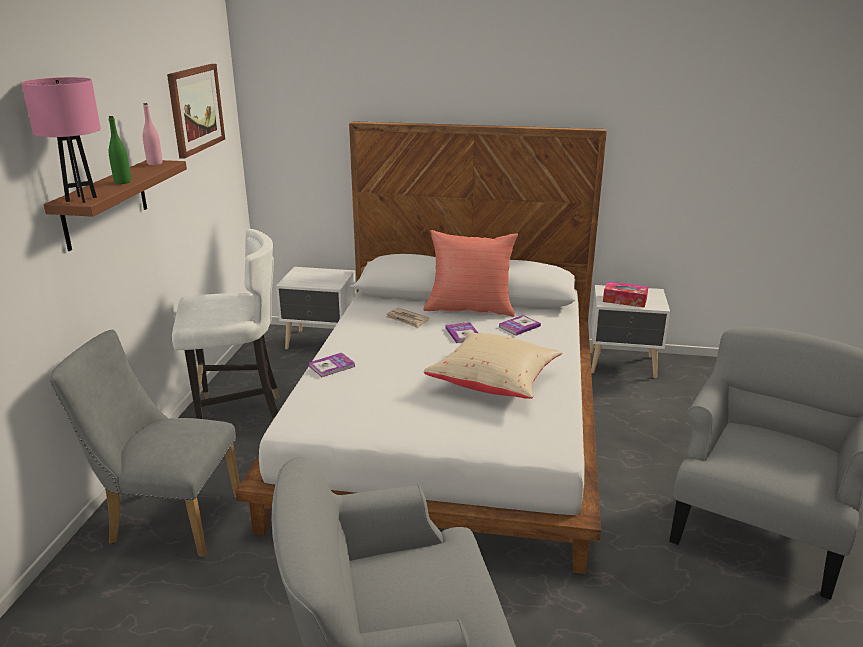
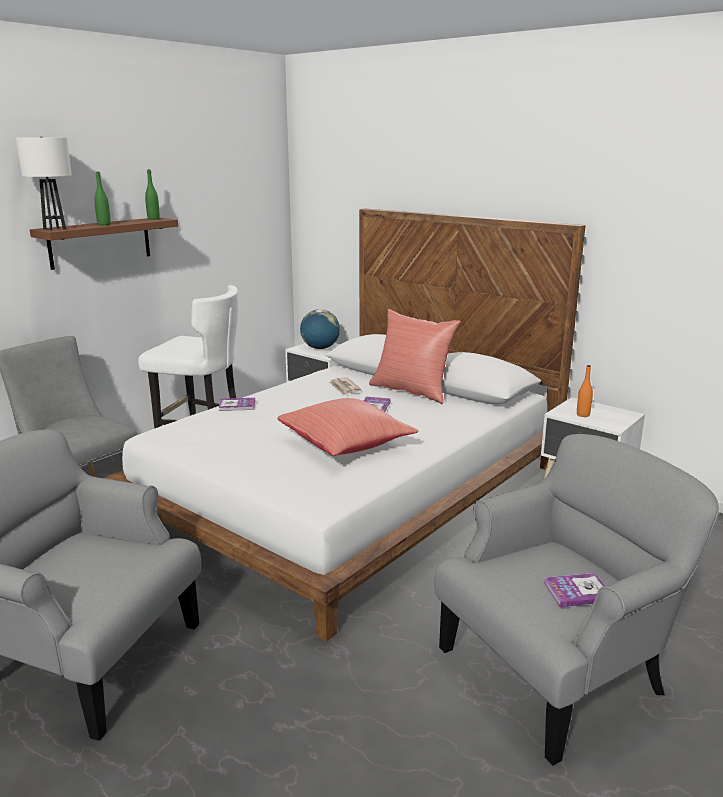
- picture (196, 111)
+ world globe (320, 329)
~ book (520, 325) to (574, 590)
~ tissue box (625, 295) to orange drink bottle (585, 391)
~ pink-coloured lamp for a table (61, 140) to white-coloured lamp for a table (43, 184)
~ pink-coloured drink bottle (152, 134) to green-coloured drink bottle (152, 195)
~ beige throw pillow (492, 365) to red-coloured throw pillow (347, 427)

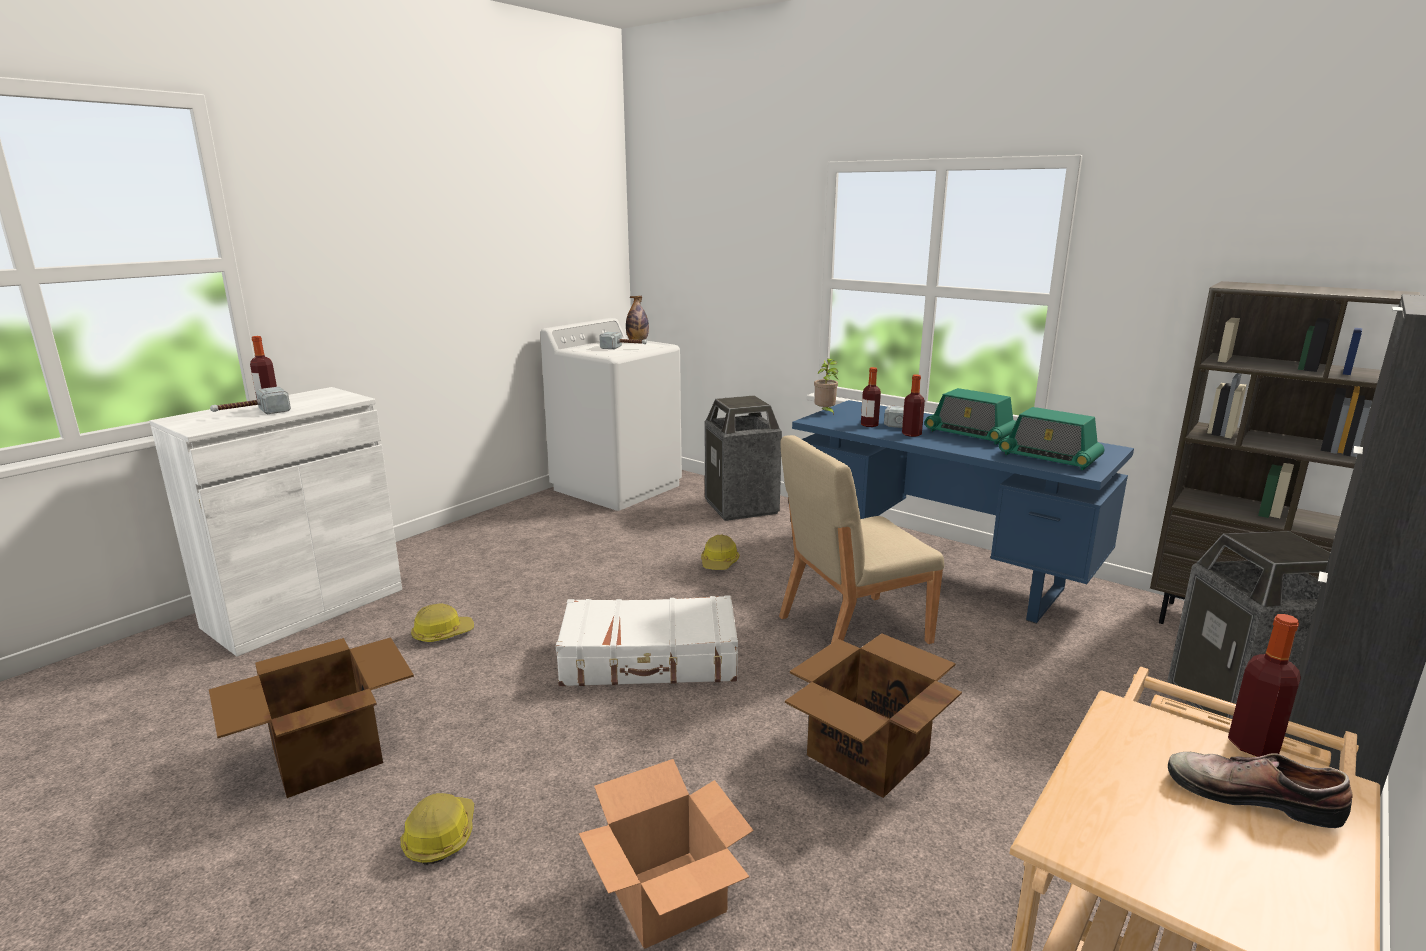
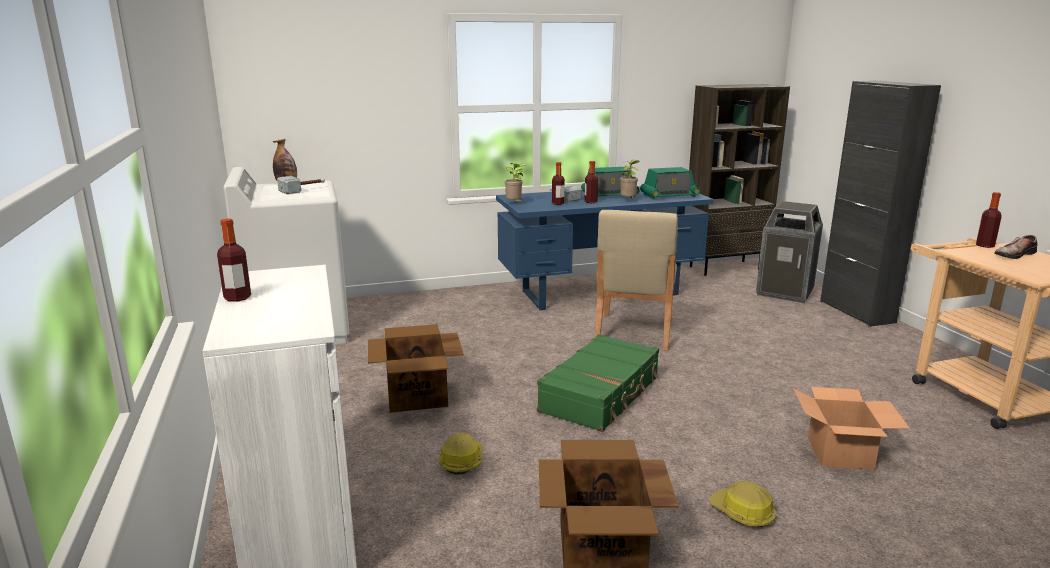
- tool hammer (250, 400)
- safety helmet (720, 552)
- rubbish bin (743, 458)
+ potted plant (630, 179)
~ carton (873, 715) to (416, 368)
~ white-coloured travel case (647, 640) to green-coloured travel case (598, 383)

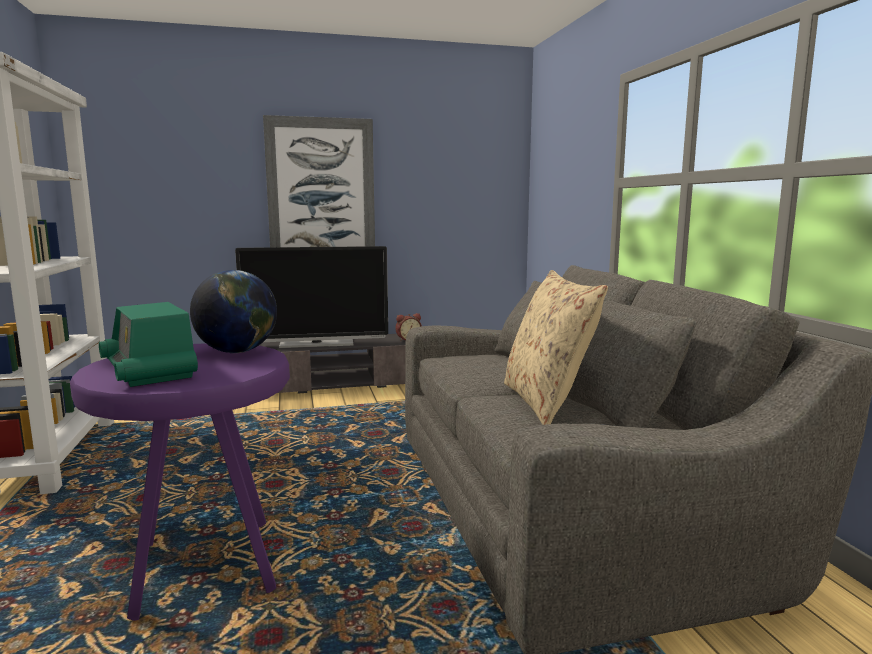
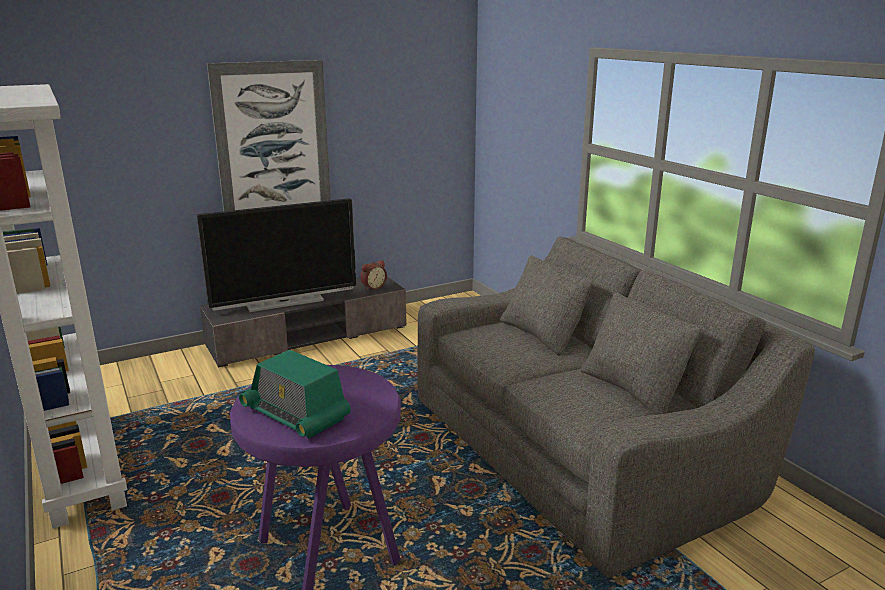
- world globe (233, 311)
- beige throw pillow (556, 347)

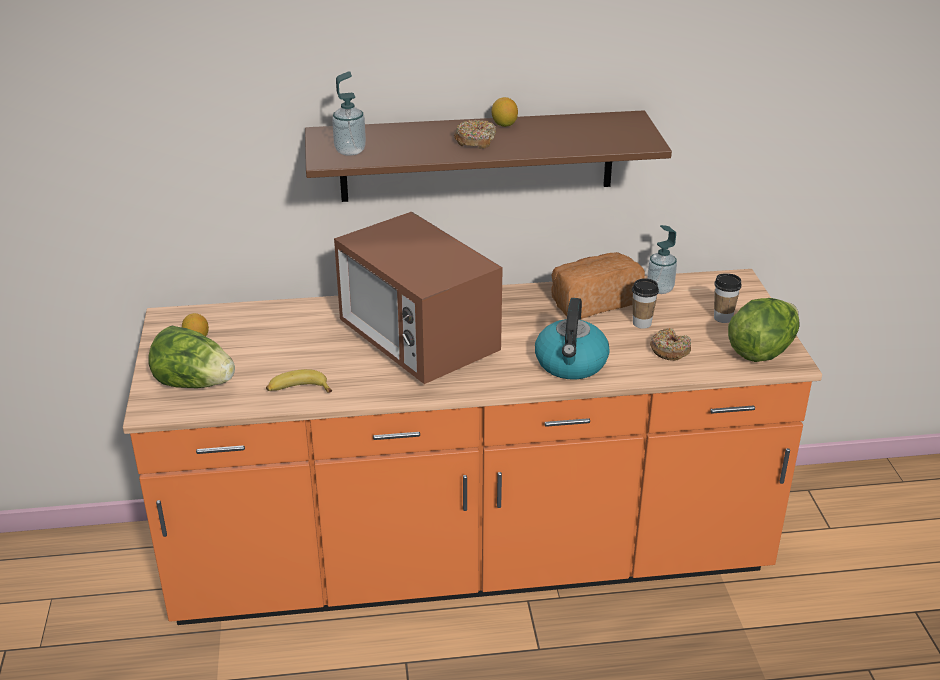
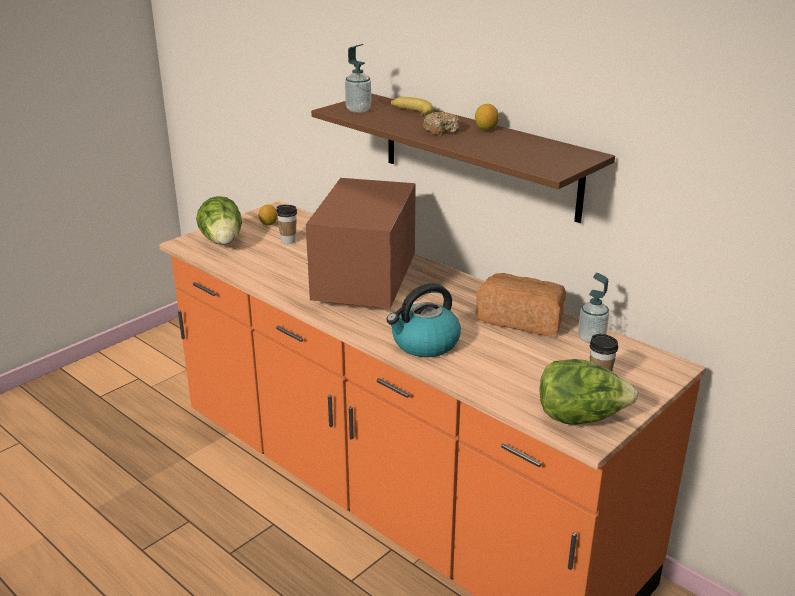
- doughnut (670, 344)
~ banana fruit (299, 381) to (412, 106)
~ small cup (645, 303) to (286, 224)

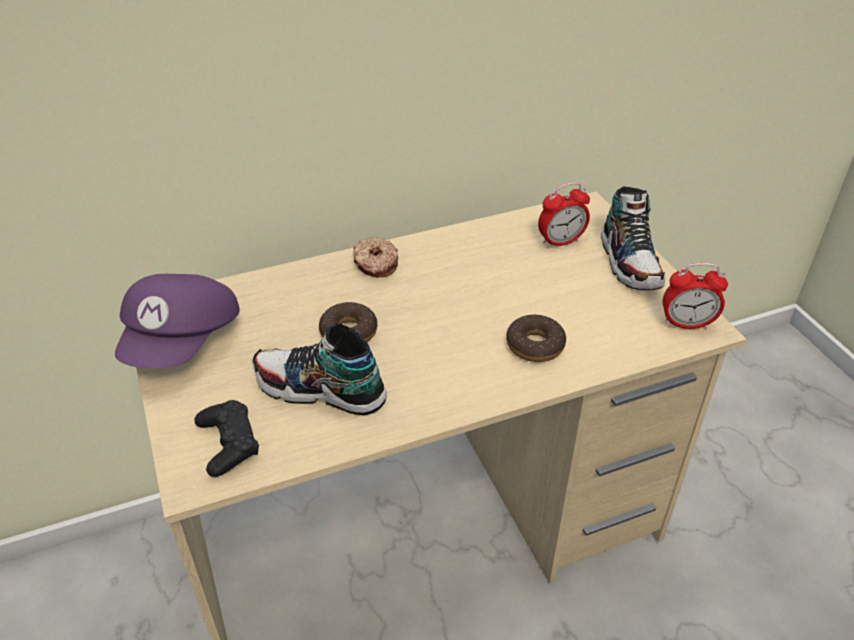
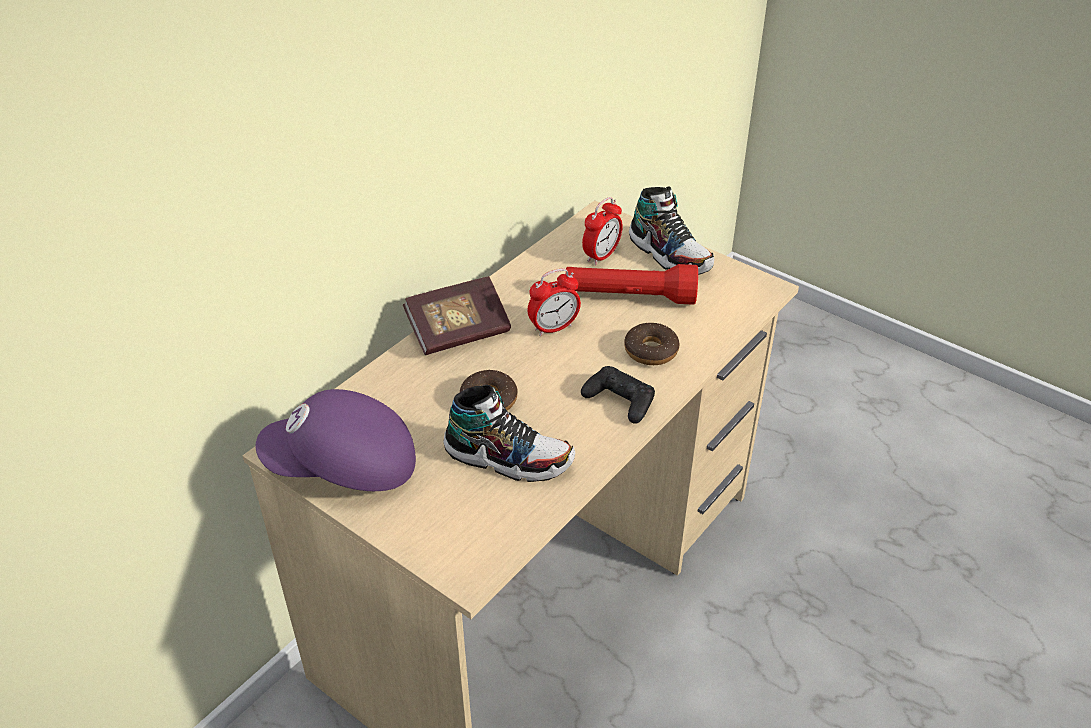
+ red-coloured flashlight (632, 284)
~ black game controller (226, 438) to (618, 395)
~ table clock (695, 296) to (554, 302)
~ doughnut (375, 257) to book (457, 315)
~ purplish baseball cap (177, 321) = (336, 440) 105 degrees clockwise
~ low shoe (319, 370) = (509, 433) 150 degrees counterclockwise

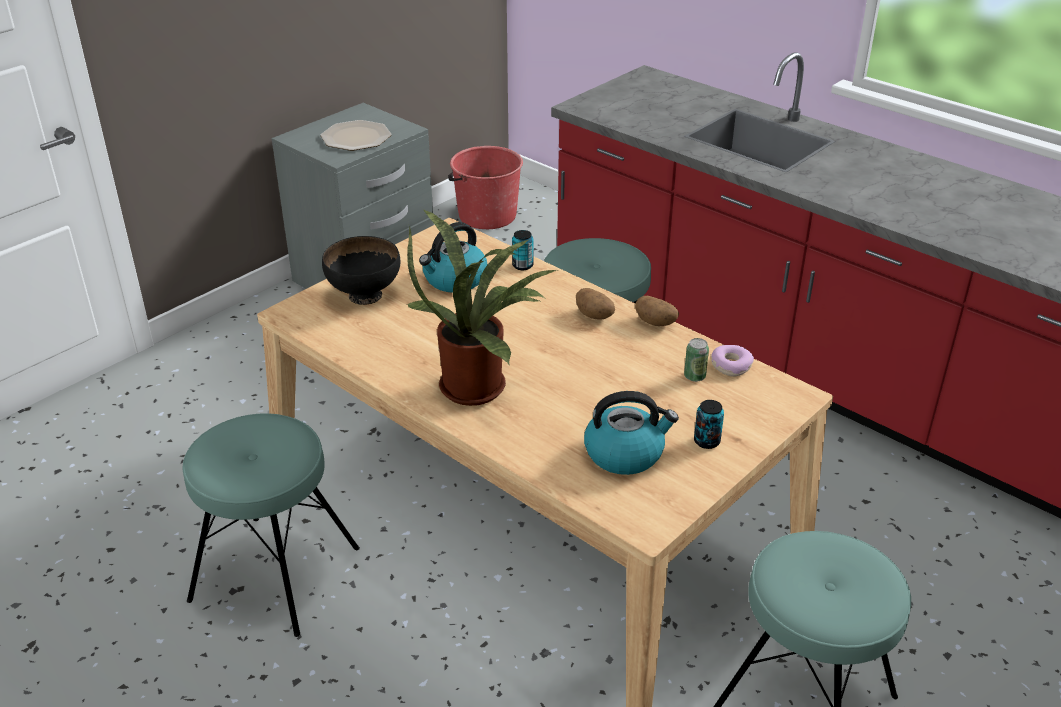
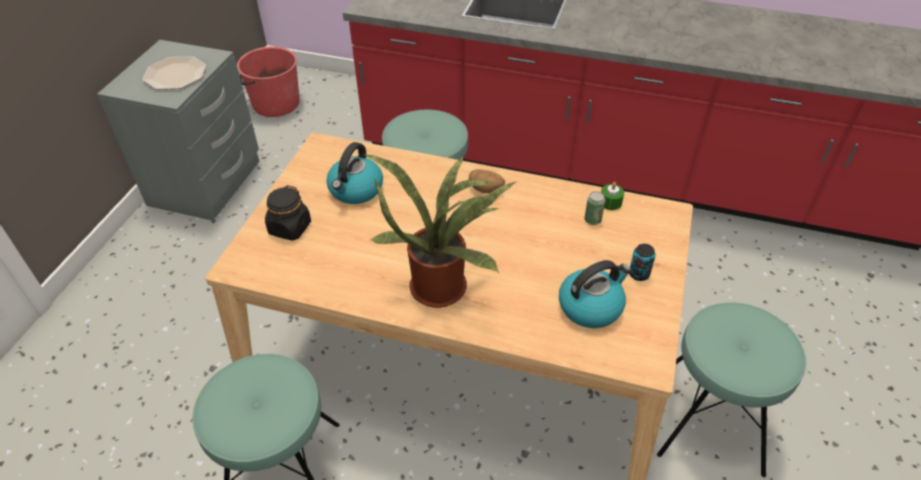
- can (523, 250)
- whole potato (657, 311)
~ black serving bowl (361, 270) to black jar (288, 213)
~ doughnut (732, 361) to green-coloured candle (612, 196)

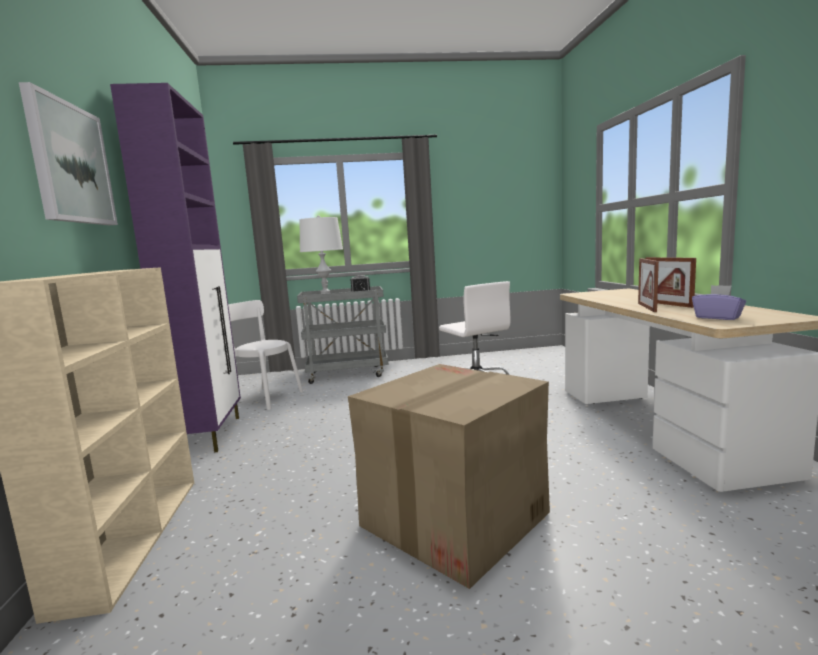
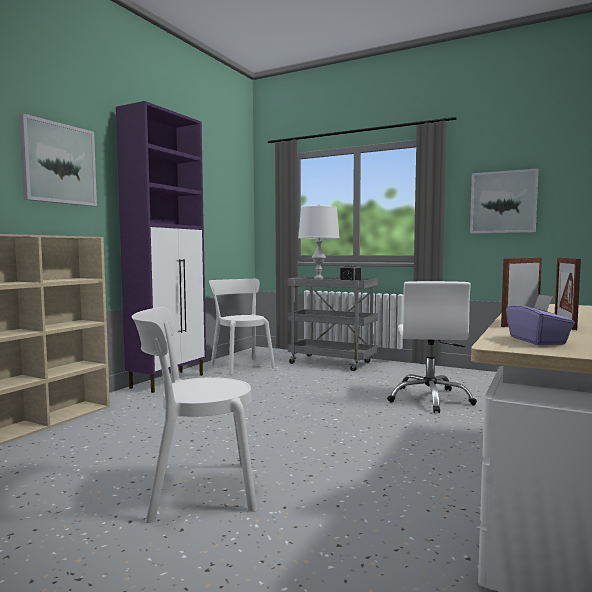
+ picture (504, 200)
~ carton (449, 476) to white-coloured chair (194, 415)

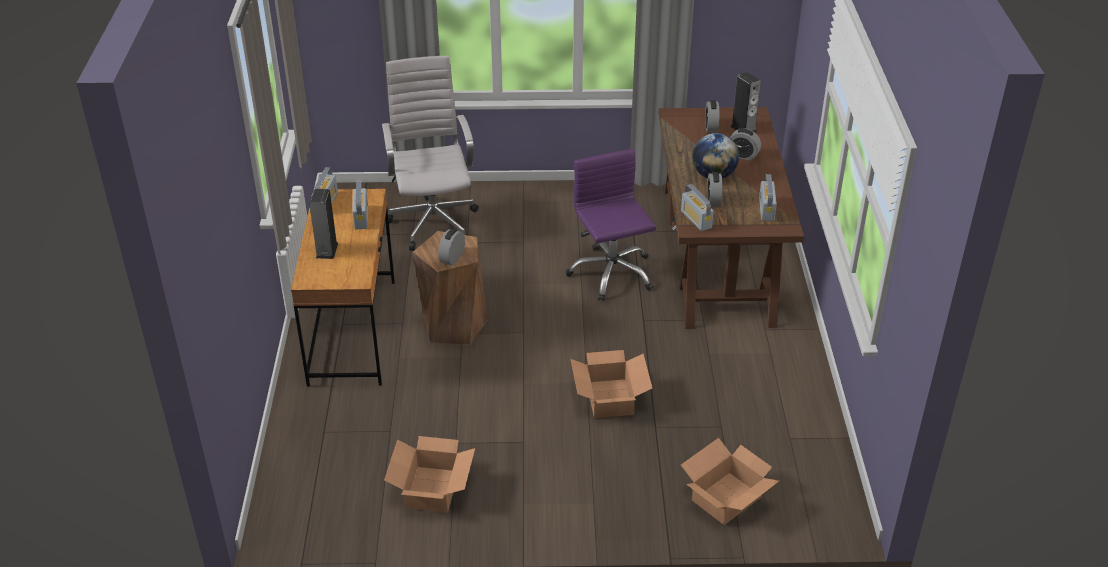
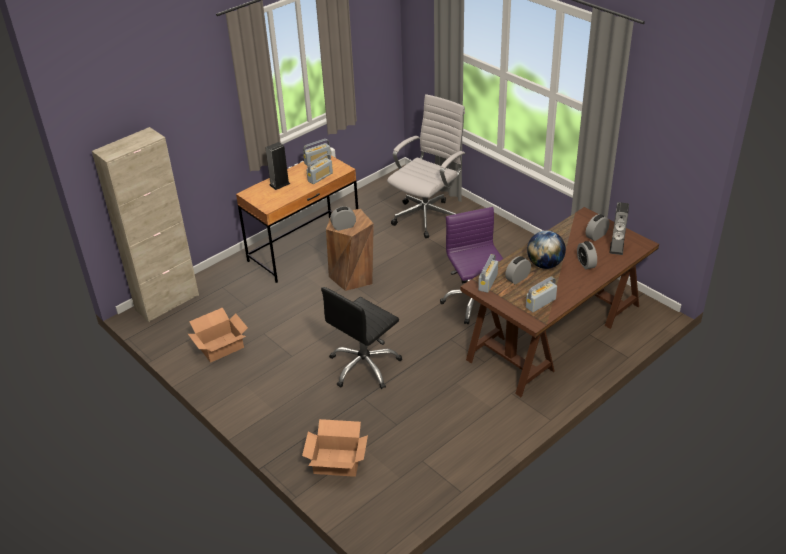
+ beige storage cabinet (145, 224)
~ carton (612, 384) to black desk chair (361, 338)
~ purplish desk chair (611, 225) = (471, 266) 45 degrees counterclockwise

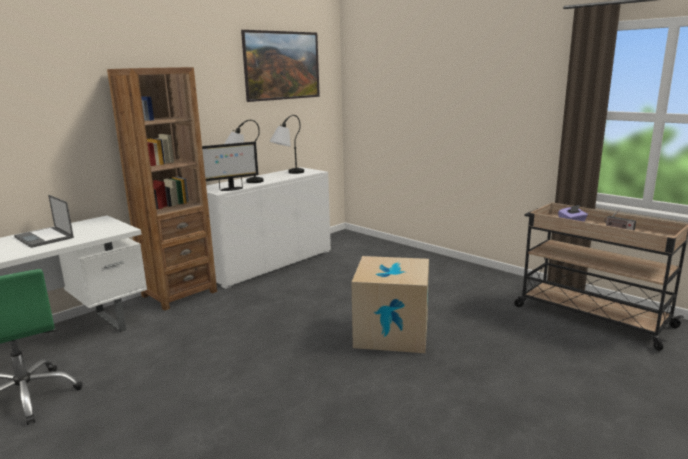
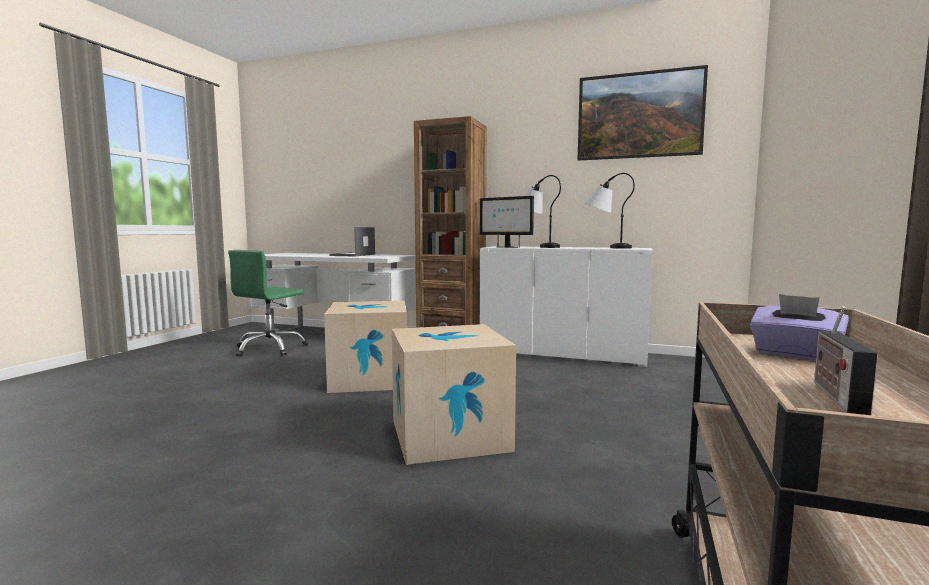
+ carton (365, 347)

